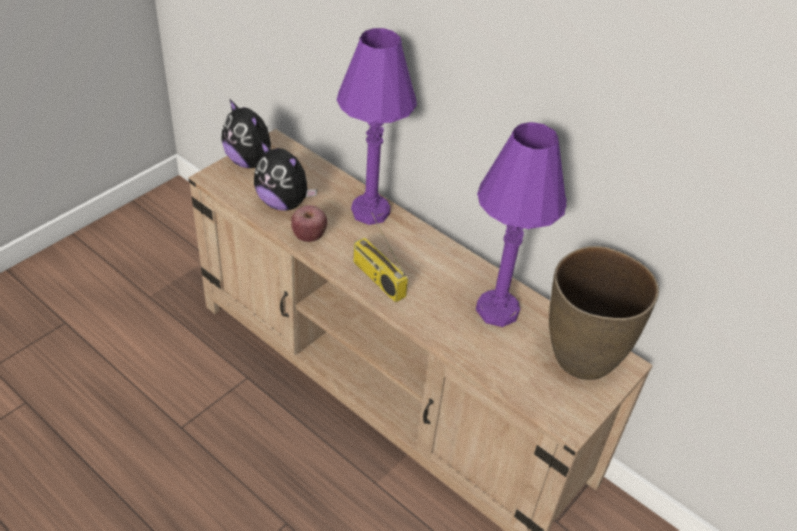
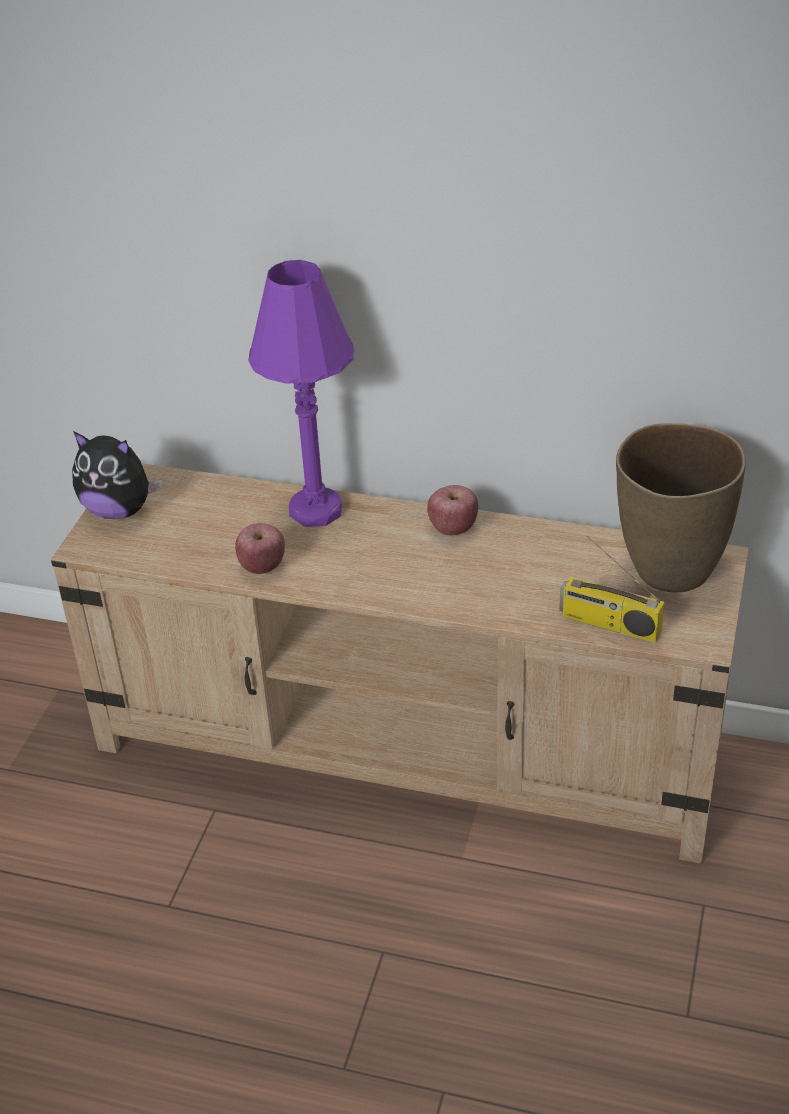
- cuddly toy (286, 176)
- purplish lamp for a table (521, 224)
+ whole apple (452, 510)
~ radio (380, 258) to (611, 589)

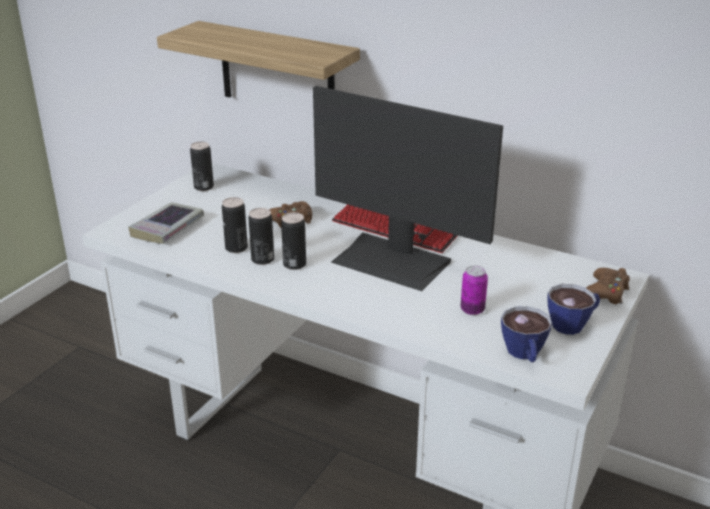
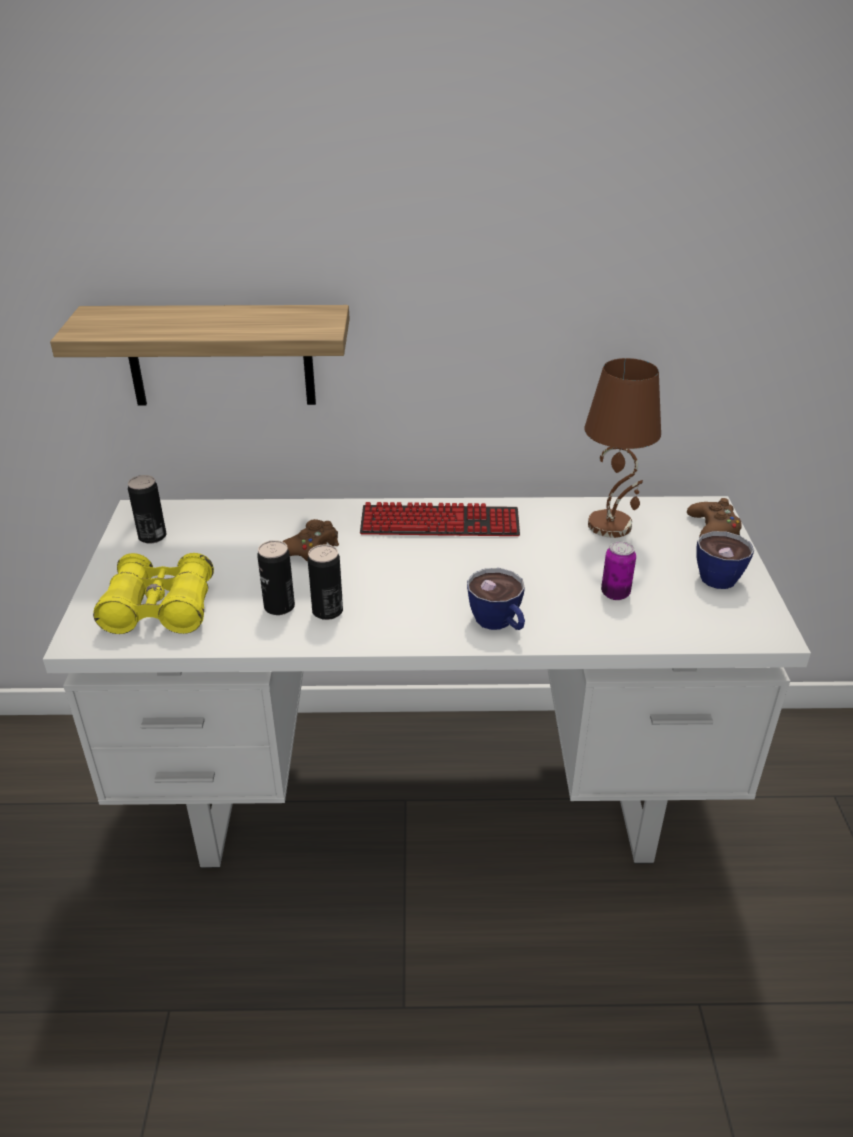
- can (293, 241)
- computer display (408, 188)
+ brownish lamp for a table (622, 448)
~ small cup (526, 334) to (496, 599)
~ book (166, 223) to yellowish pair of binoculars (153, 593)

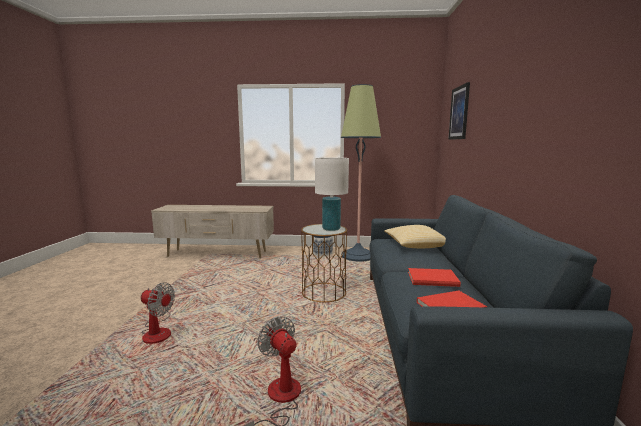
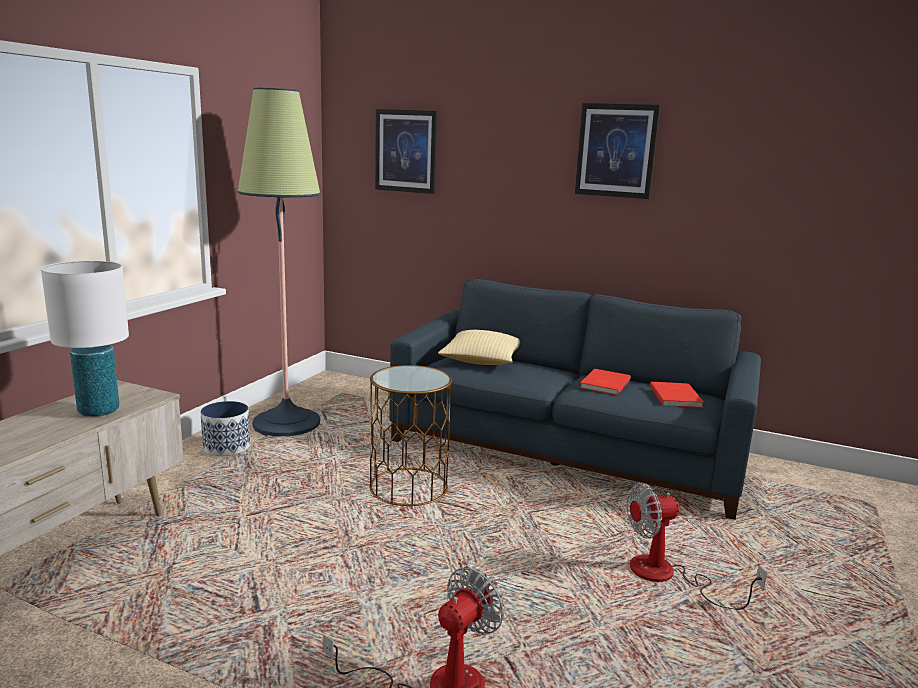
+ picture (617, 151)
~ white-coloured lamp for a table (332, 194) to (85, 338)

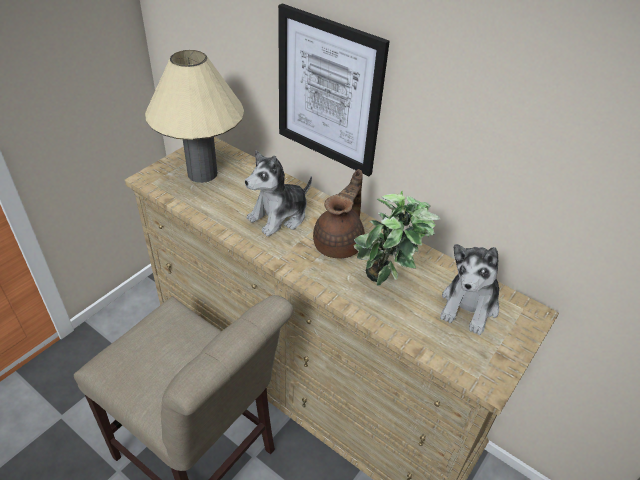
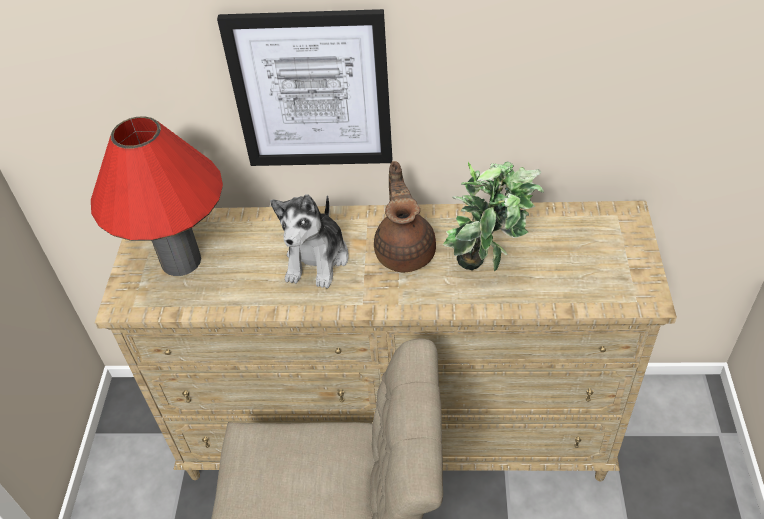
- cuddly toy (469, 289)
~ beige lamp for a table (194, 116) to red-coloured lamp for a table (157, 196)

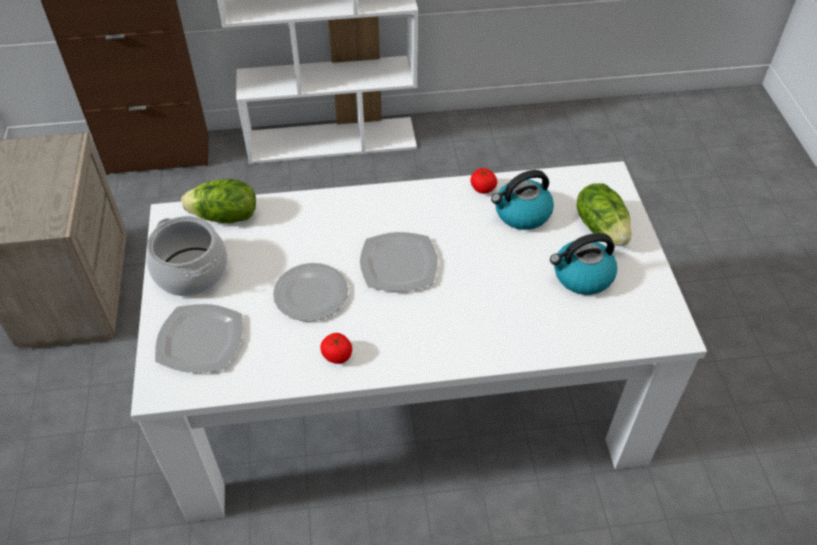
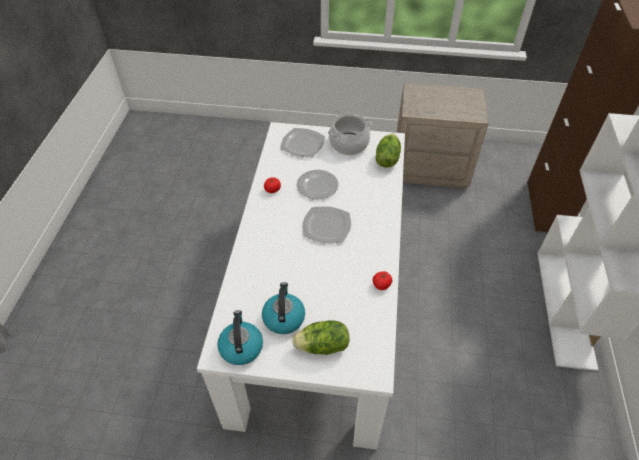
~ water kettle (522, 200) to (240, 337)

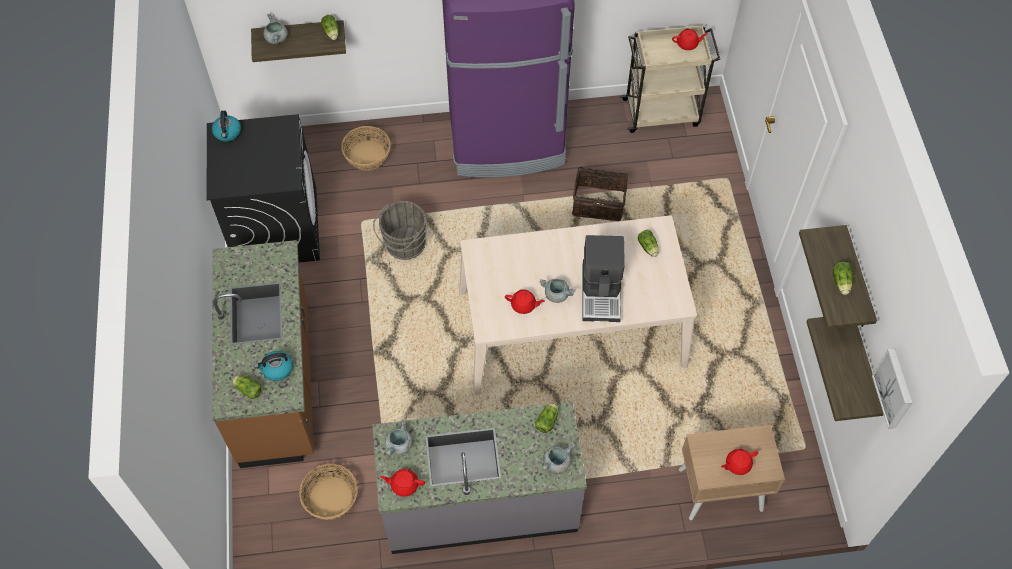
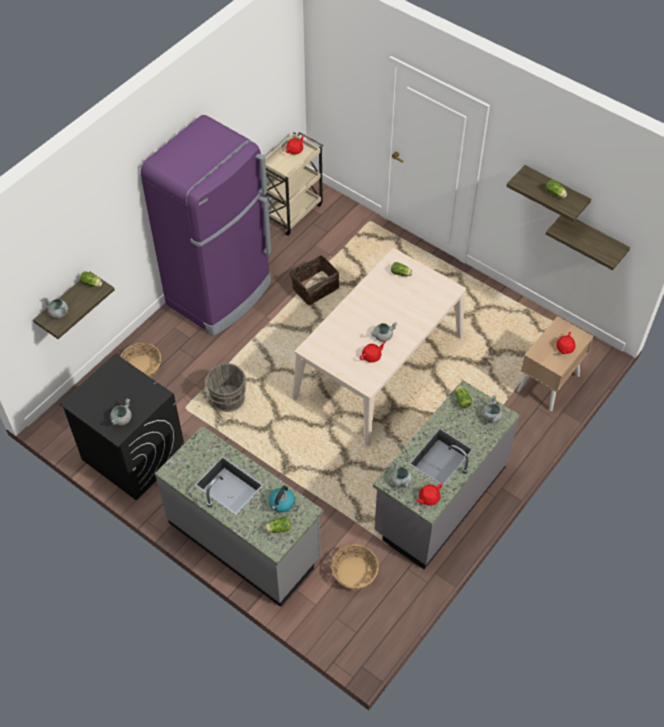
- water kettle (226, 126)
- coffee machine (603, 278)
- picture (892, 388)
+ greyish saucepot (121, 412)
~ brownish kitchen counter (263, 354) to greyish kitchen counter (239, 516)

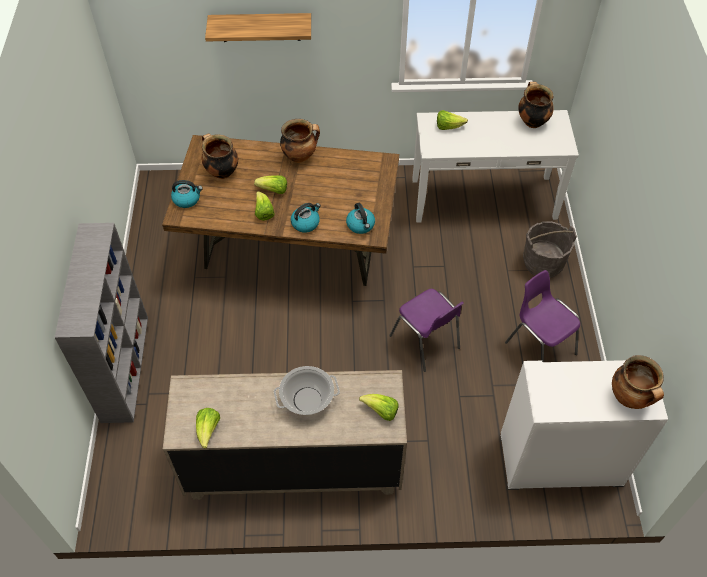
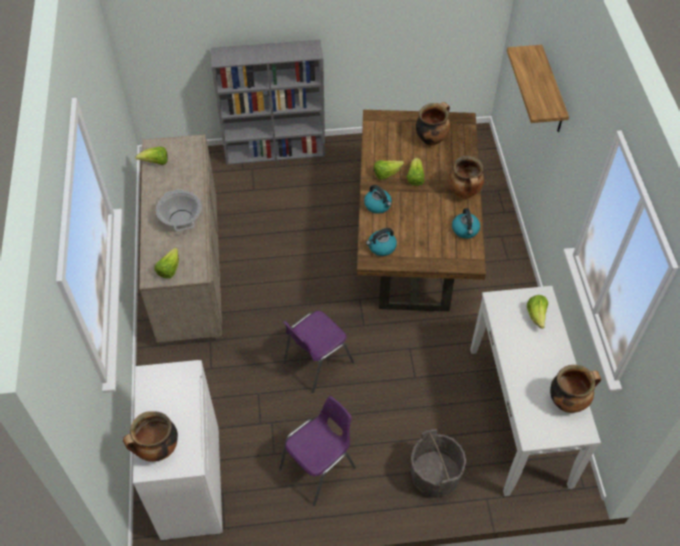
~ water kettle (187, 194) to (466, 223)

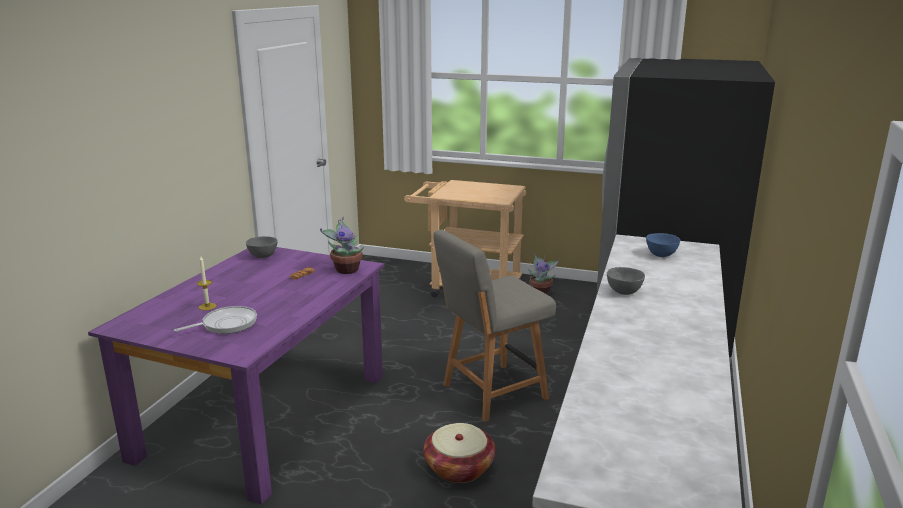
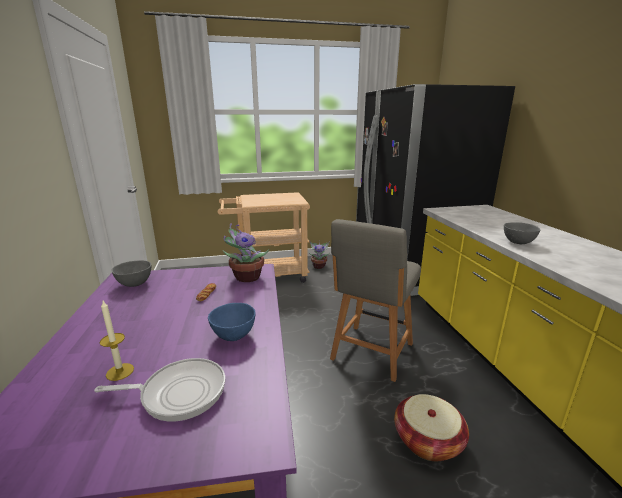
~ bluish serving bowl (663, 245) to (232, 322)
~ frying pan (215, 320) = (159, 390) 60 degrees clockwise

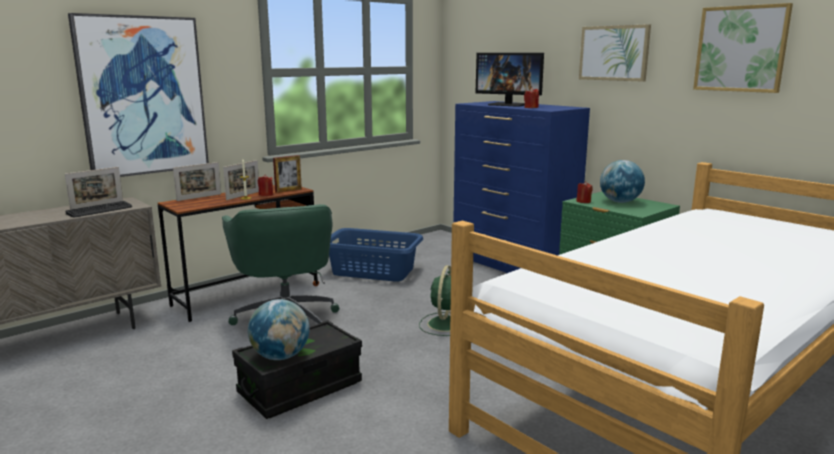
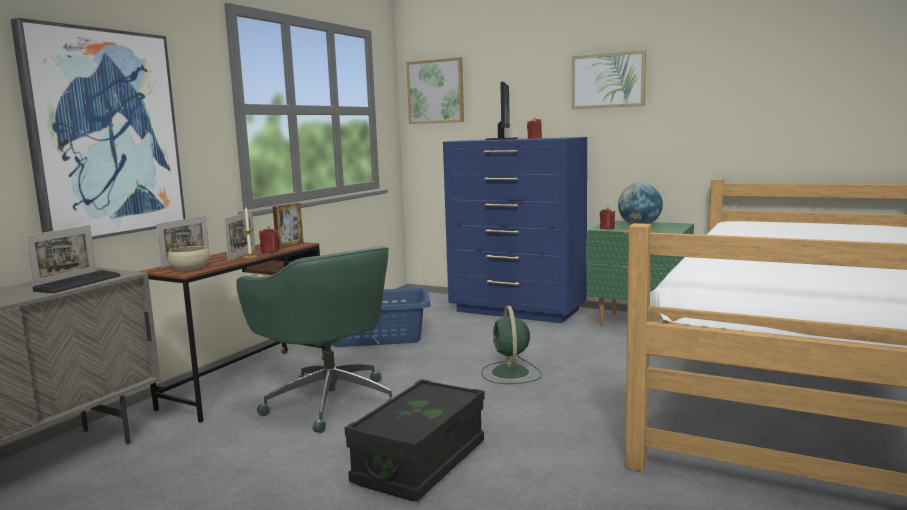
- world globe (279, 329)
+ beige serving bowl (188, 258)
~ picture (743, 48) to (435, 90)
~ computer display (510, 80) = (502, 111) 90 degrees counterclockwise

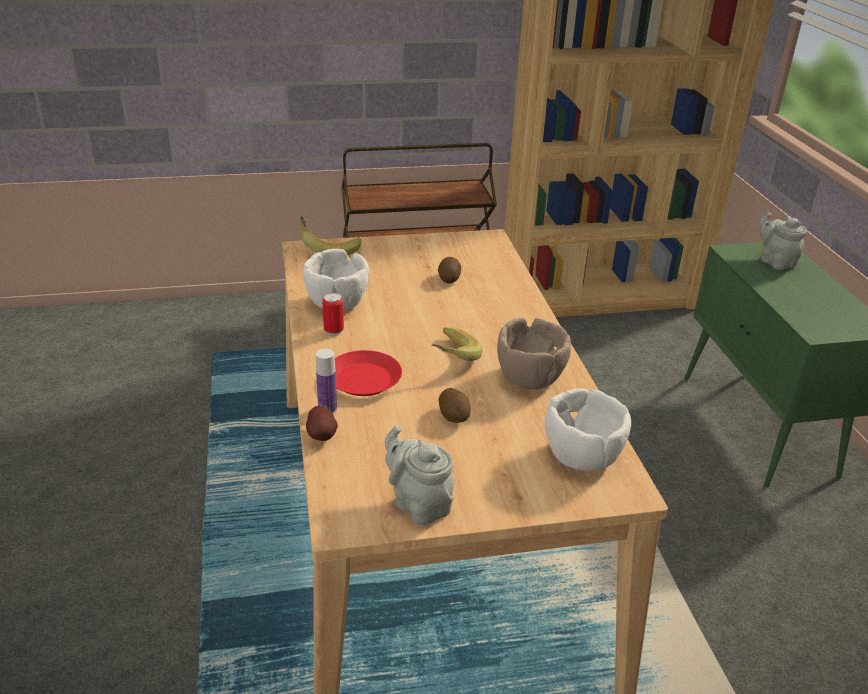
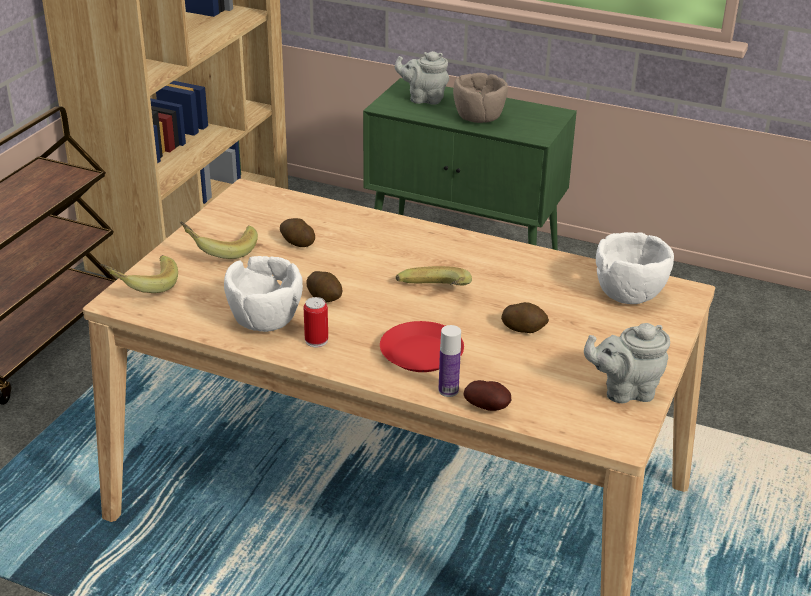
+ banana fruit (219, 240)
+ whole potato (325, 286)
~ brownish serving bowl (534, 353) to (480, 98)

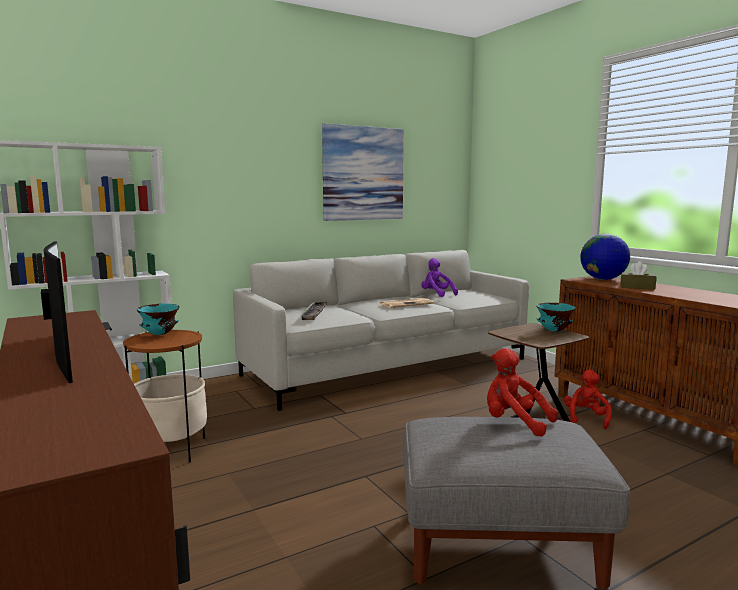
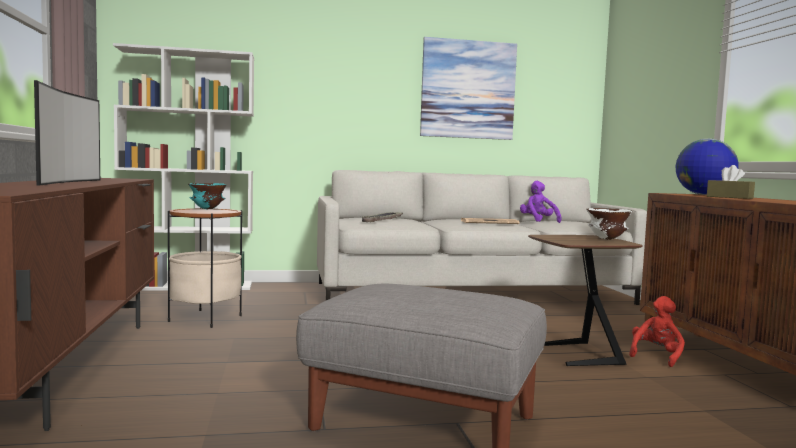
- red-coloured cuddly toy (522, 392)
~ turquoise serving bowl (555, 317) to white-coloured serving bowl (609, 224)

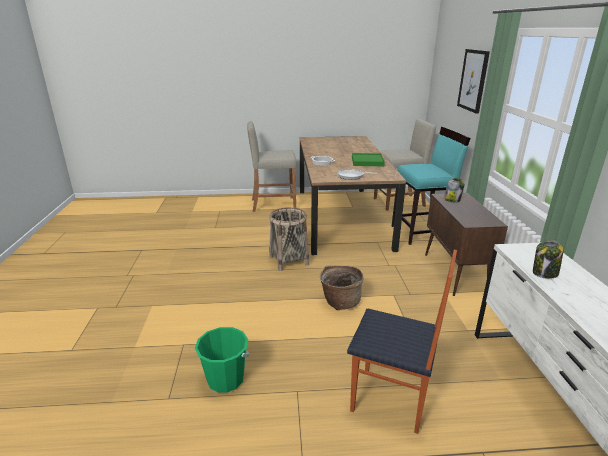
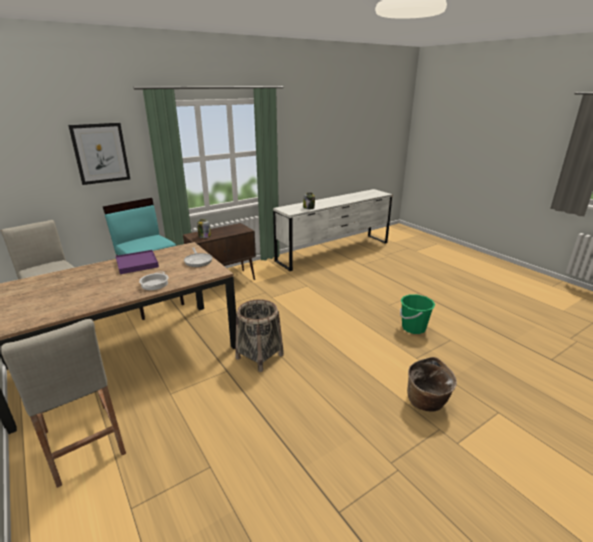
- chair (402, 341)
~ basket (341, 288) to (432, 384)
~ green-coloured serving tray (368, 159) to purplish serving tray (137, 262)

